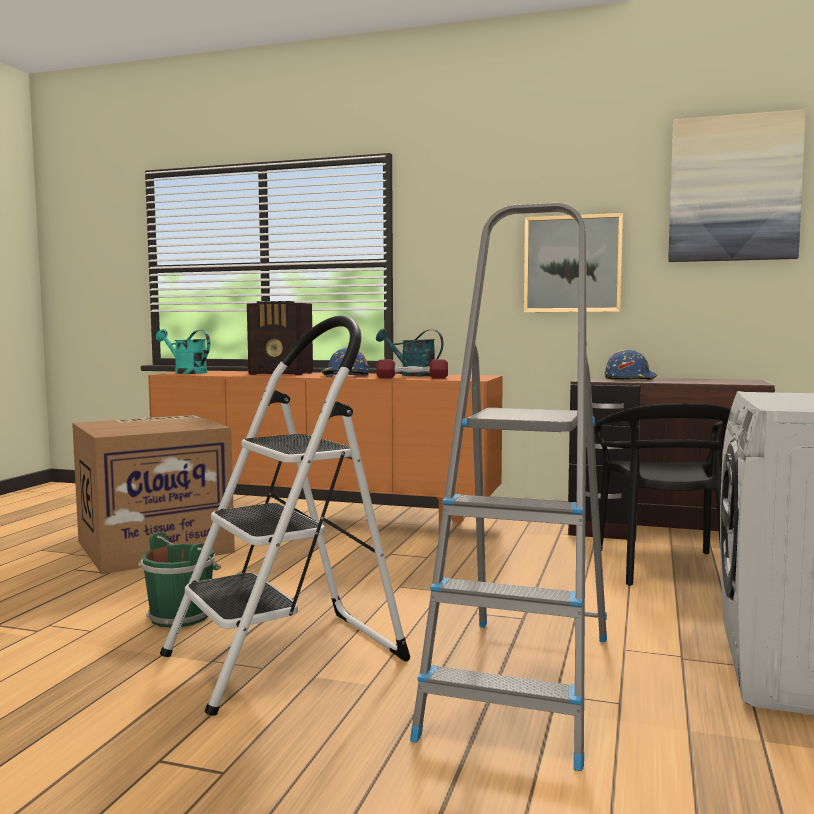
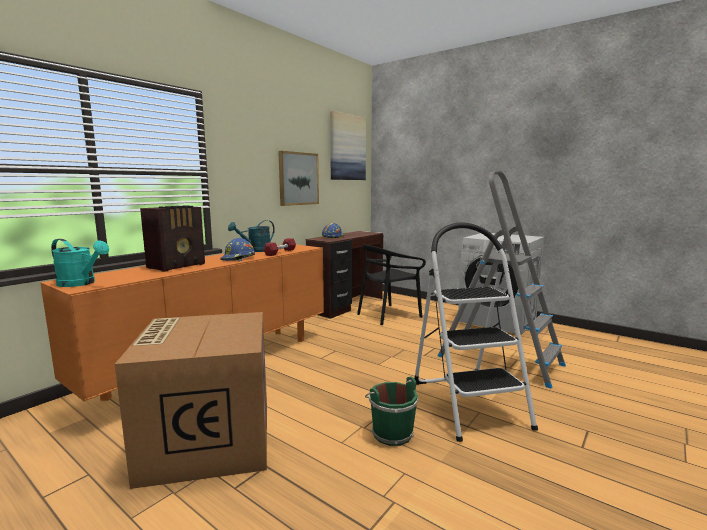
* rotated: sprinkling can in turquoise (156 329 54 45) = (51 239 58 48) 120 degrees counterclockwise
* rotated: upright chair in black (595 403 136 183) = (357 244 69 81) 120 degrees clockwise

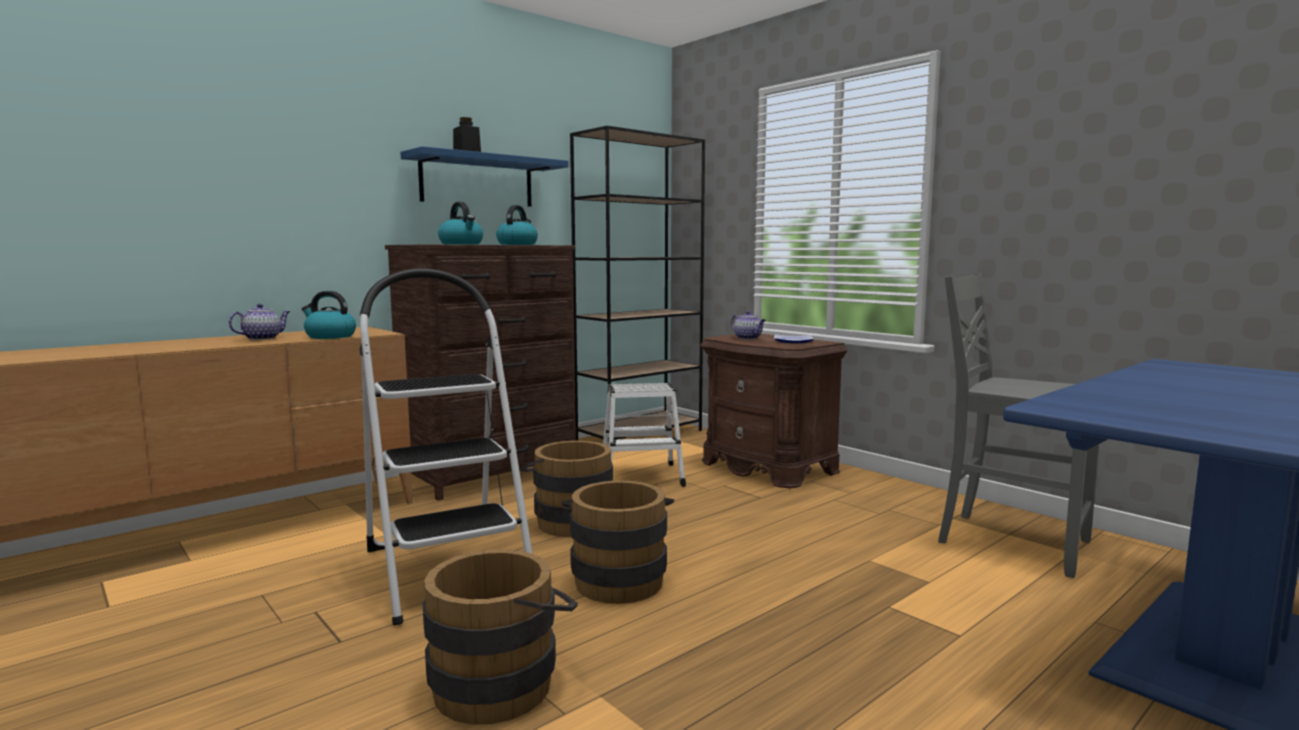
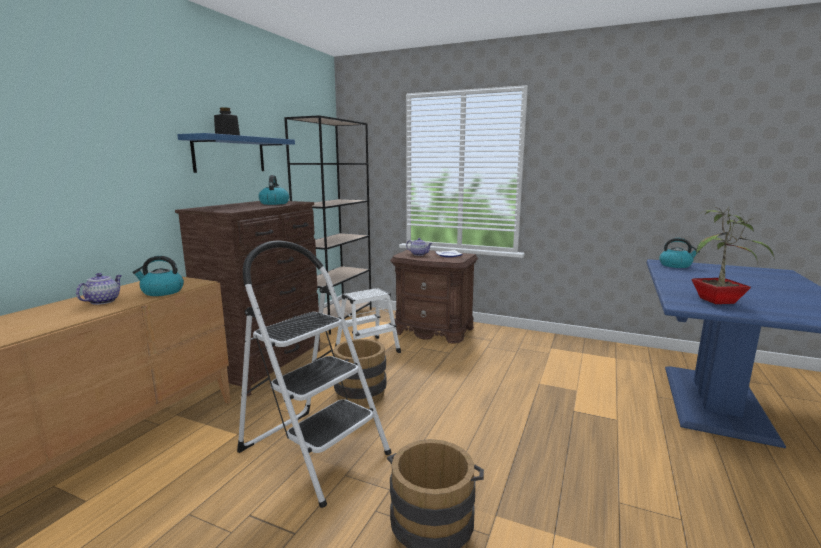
* shifted: kettle (438 202 45 43) to (659 238 41 30)
* new: potted plant (692 207 83 97)
* gone: water bucket in brown-coloured (561 480 113 124)
* gone: upright chair in grey (938 273 161 305)

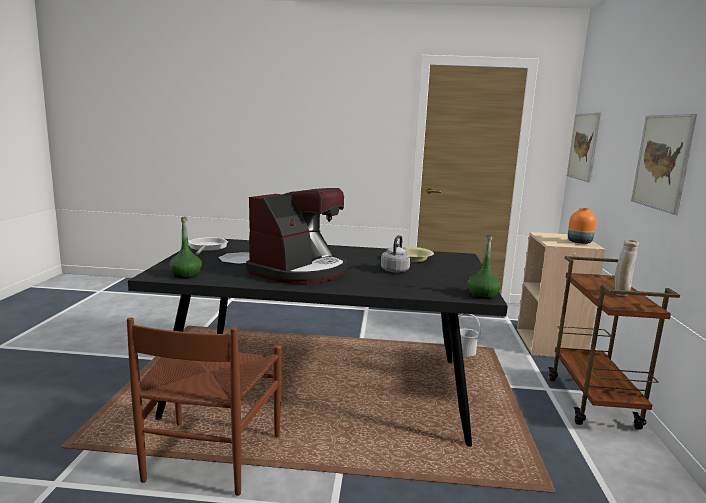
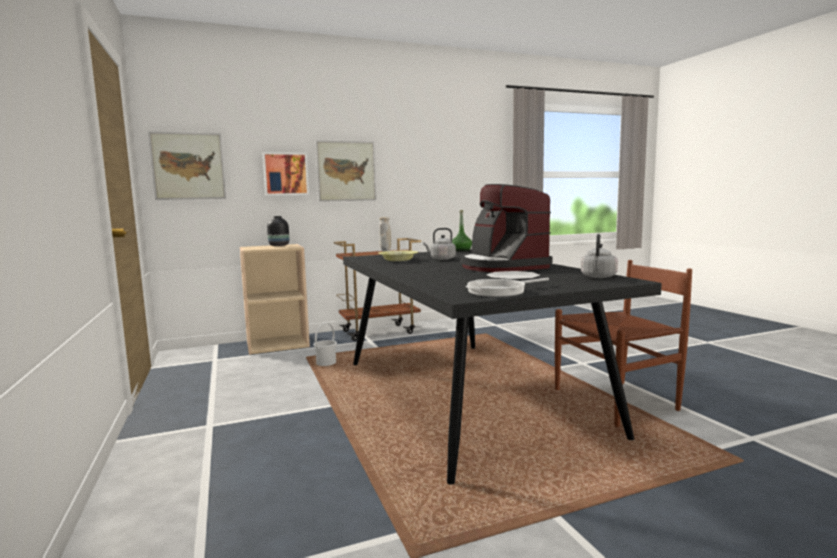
* new: wall art (262 152 47 44)
* repainted: flower vase in orangey (568 208 28 36) to flower vase in black (267 216 22 30)
* rotated: coffee machine (246 188 101 96) = (460 184 93 88) 120 degrees counterclockwise
* swapped: bottle in greenish (169 217 33 61) to kettle in grey (581 234 37 44)

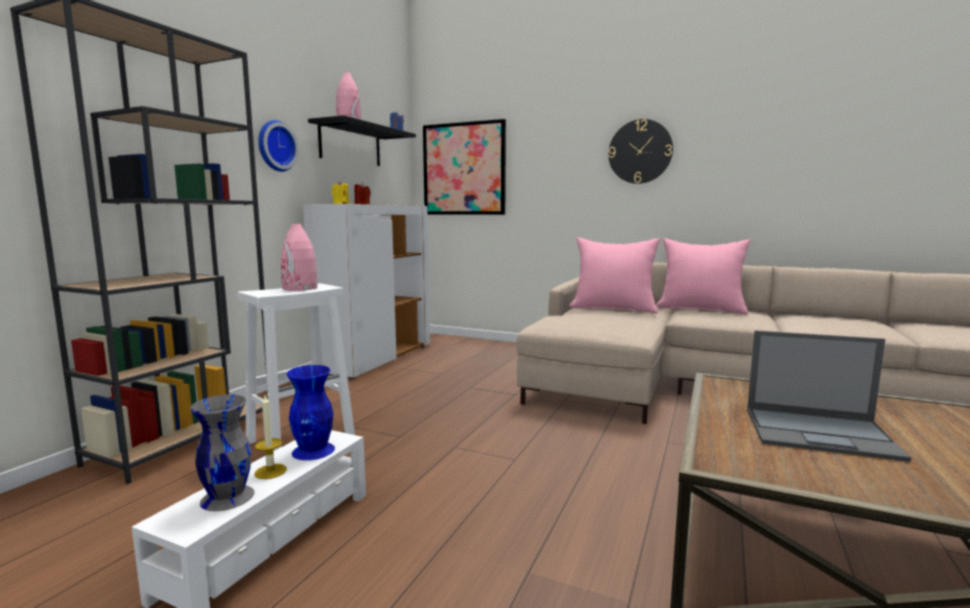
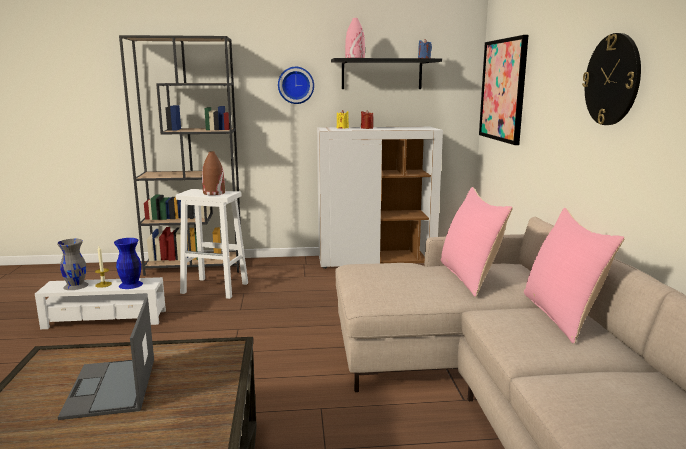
* repainted: flower vase in pinkish (281 224 36 67) to flower vase in brown-coloured (202 151 23 44)

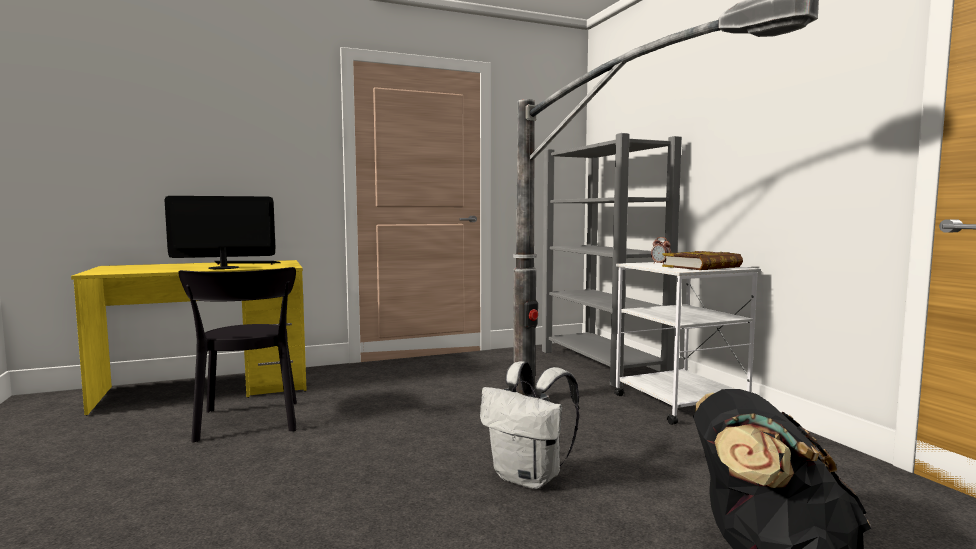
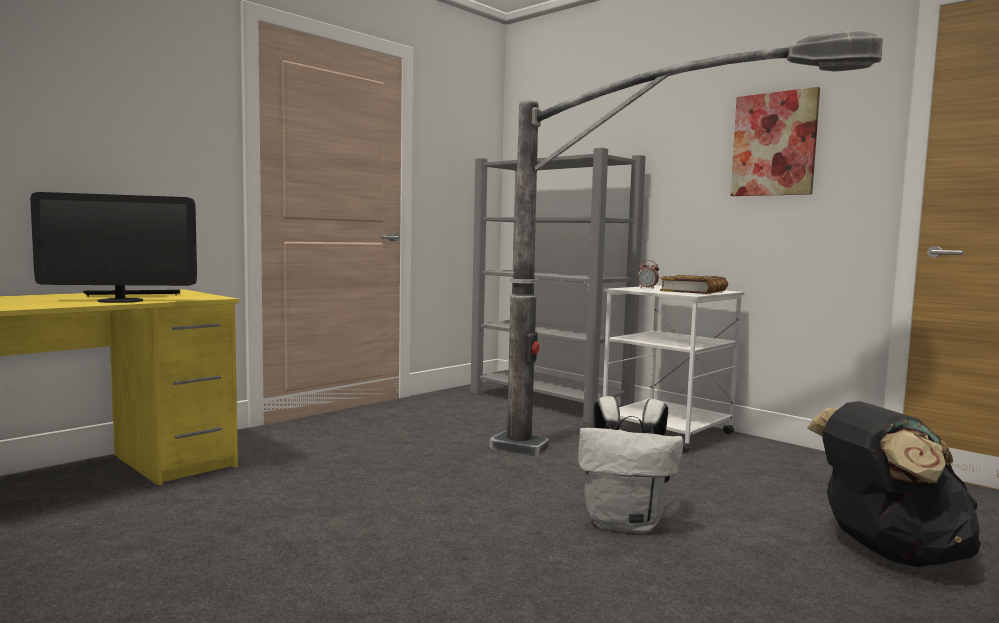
* rotated: computer display (165 196 110 73) = (30 192 167 111) 150 degrees counterclockwise
* new: wall art (731 87 89 109)
* gone: upright chair in black (178 267 119 176)

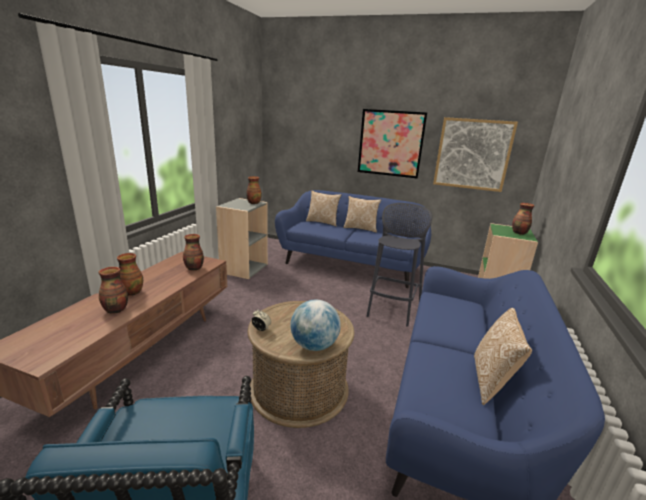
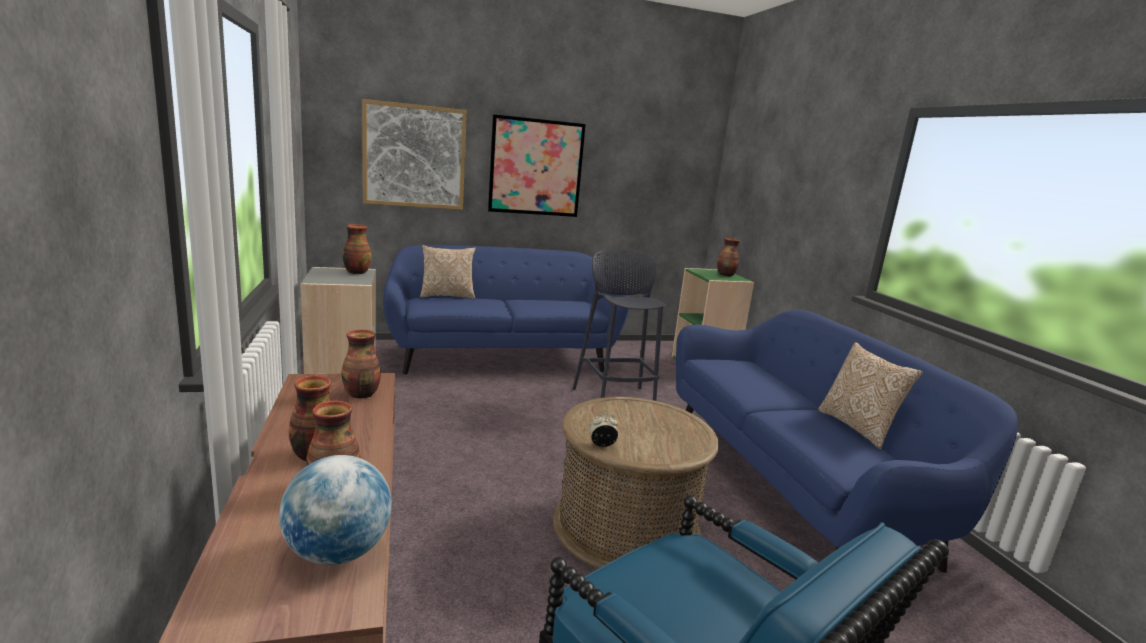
* shifted: desk globe (290 300 51 51) to (279 455 113 110)
* shifted: wall art (433 117 85 75) to (362 99 105 111)
* gone: pillow (343 196 38 37)

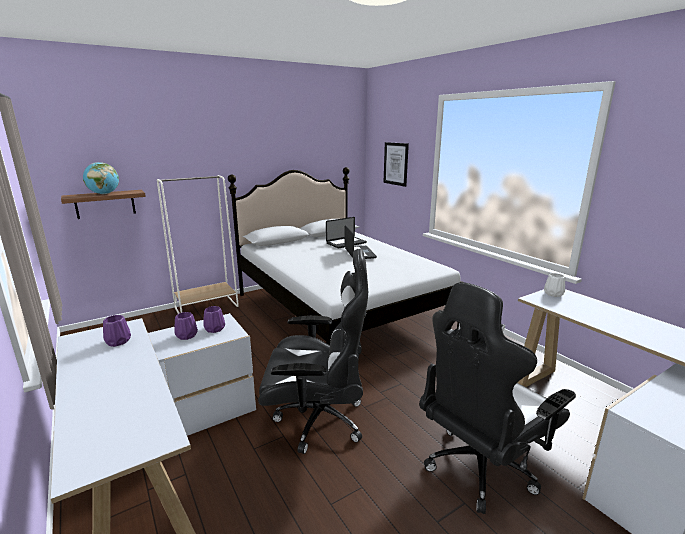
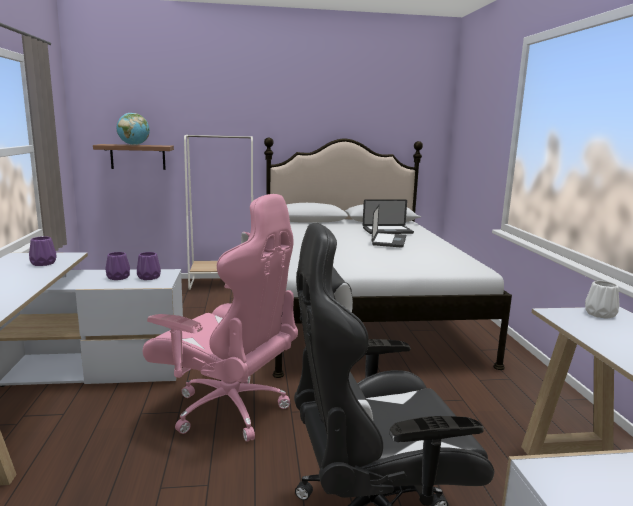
* repainted: computer chair in black (258 249 110 205) to computer chair in pinkish (143 194 155 248)
* gone: wall art (383 142 26 45)

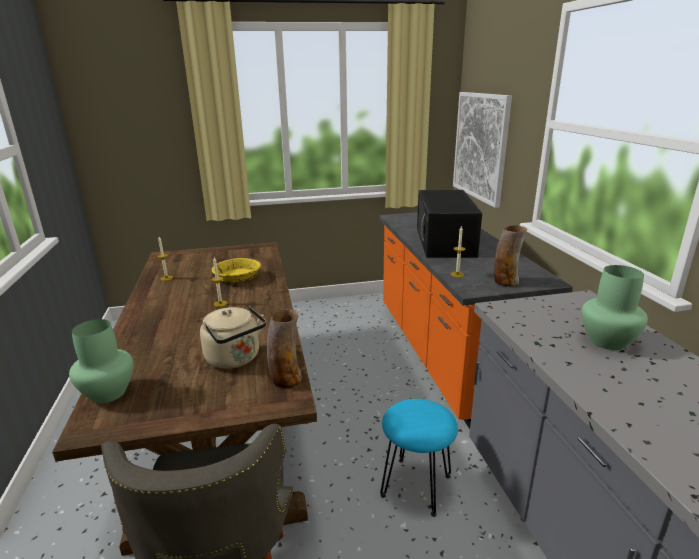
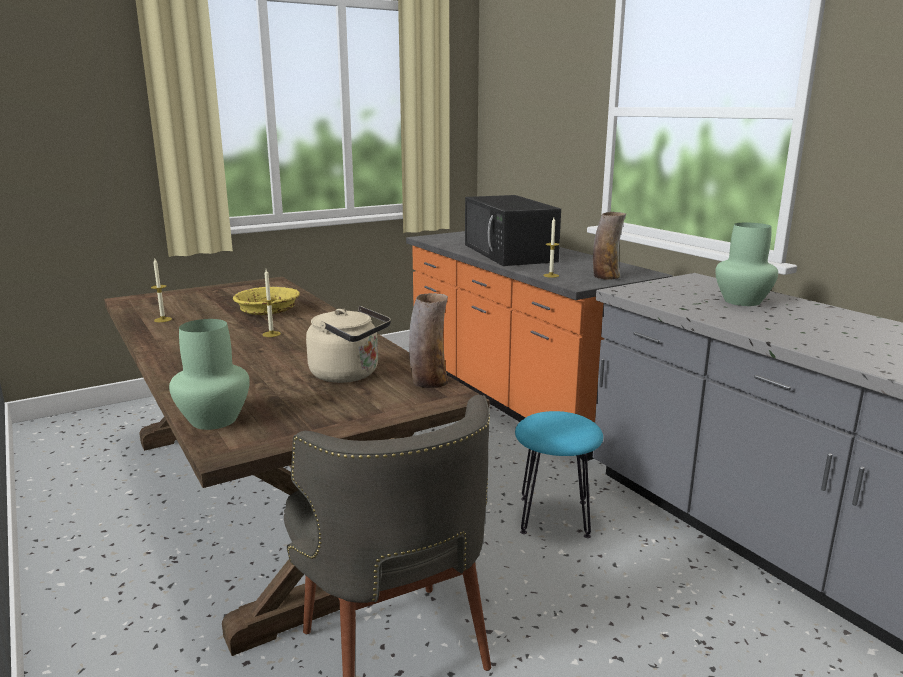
* gone: wall art (453 92 59 116)

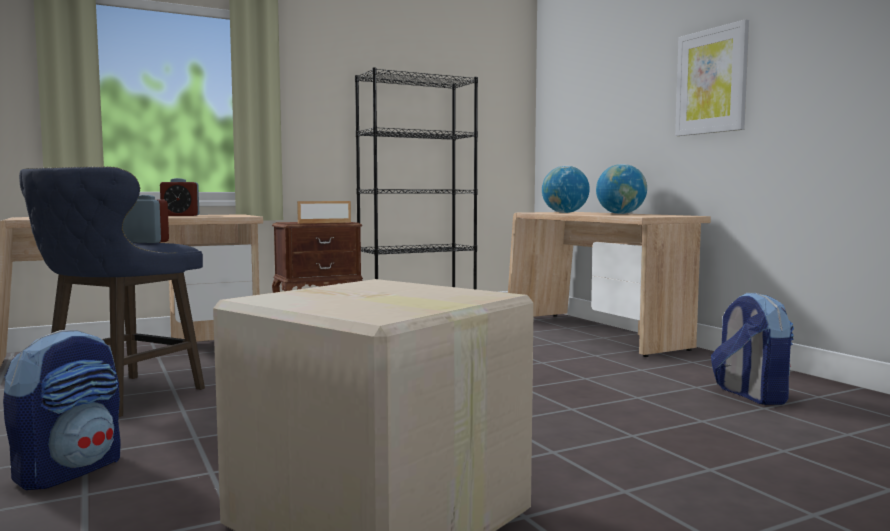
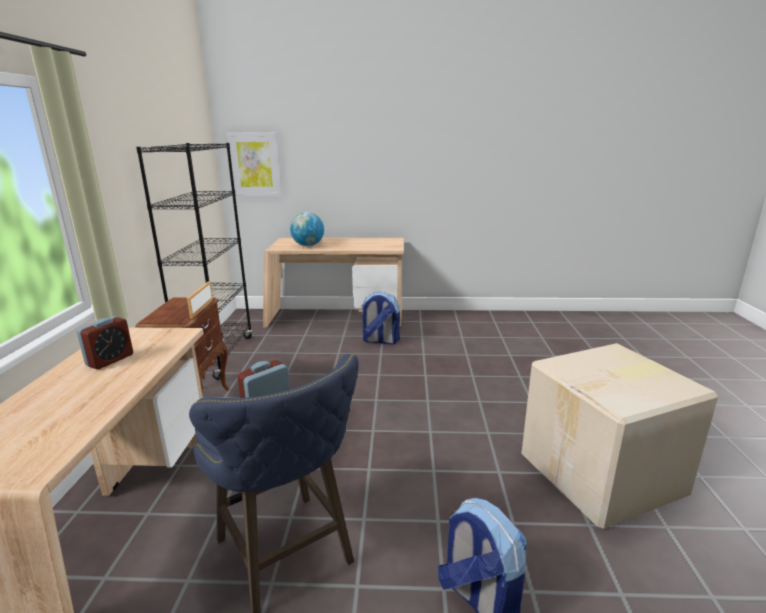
* shifted: wall art (675 19 74 117) to (227 132 55 64)
* shifted: rucksack (711 292 83 113) to (361 292 39 53)
* gone: desk globe (596 164 51 50)

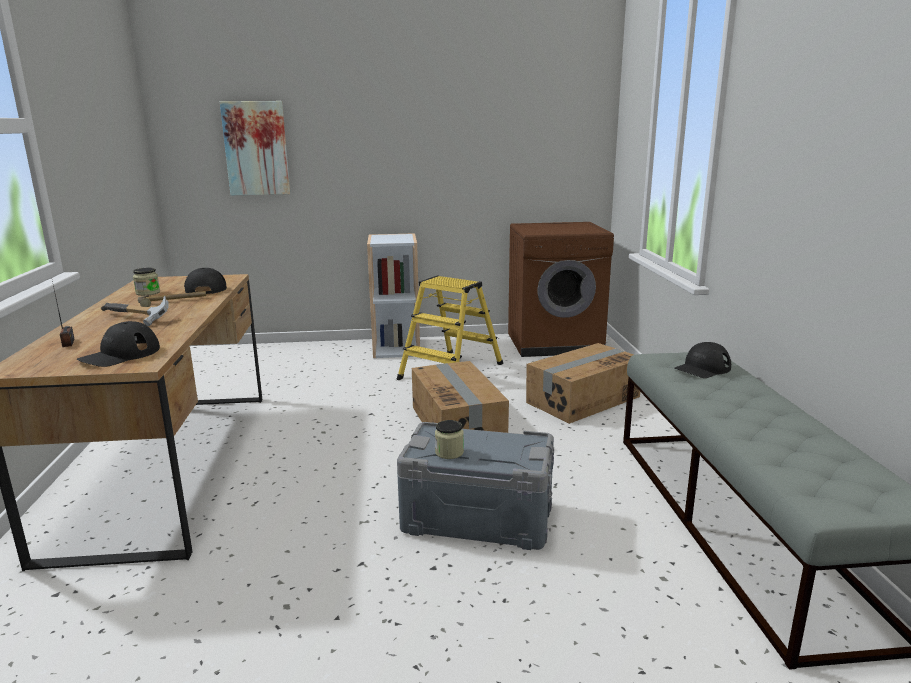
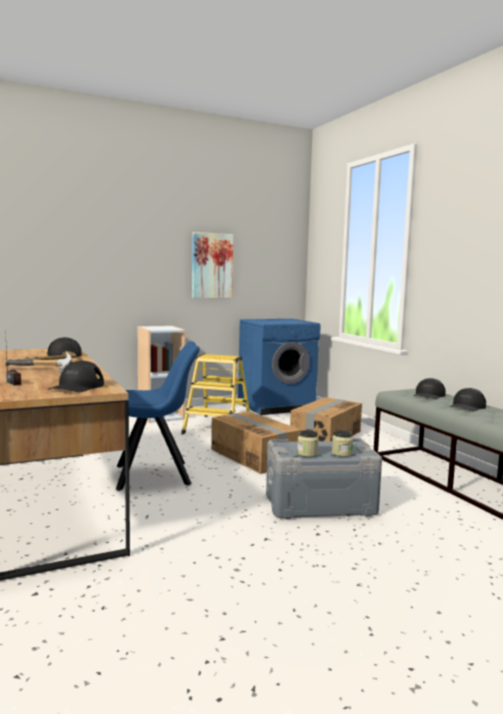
* new: upright chair in bluish (116 341 84 150)
* shifted: wall art (220 101 70 94) to (192 232 41 66)
* repainted: laundry machine in brown-coloured (508 222 106 135) to laundry machine in bluish (238 319 82 96)
* shifted: preserve jar (133 268 27 28) to (331 430 22 27)
* new: baseball cap in black (449 388 37 23)

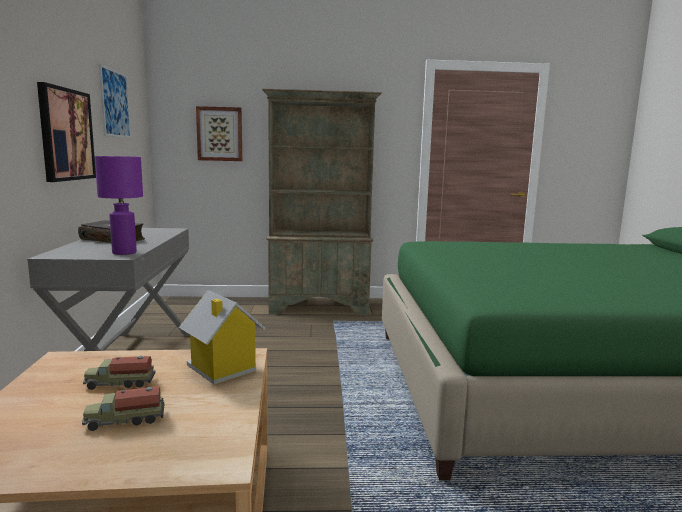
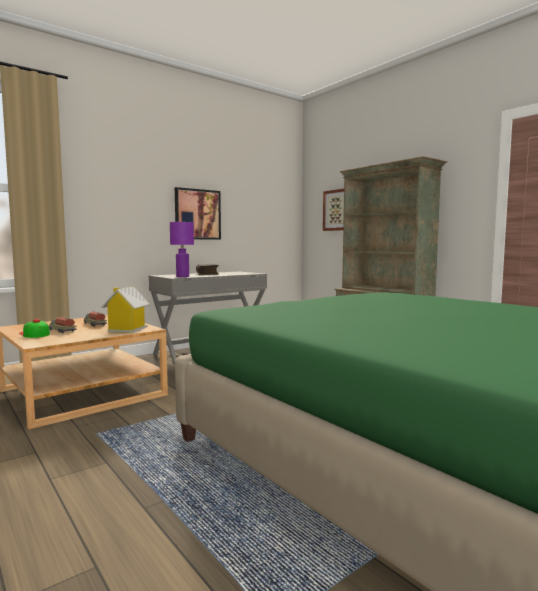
* new: baseball cap (19 319 31 19)
* gone: wall art (99 64 32 74)

